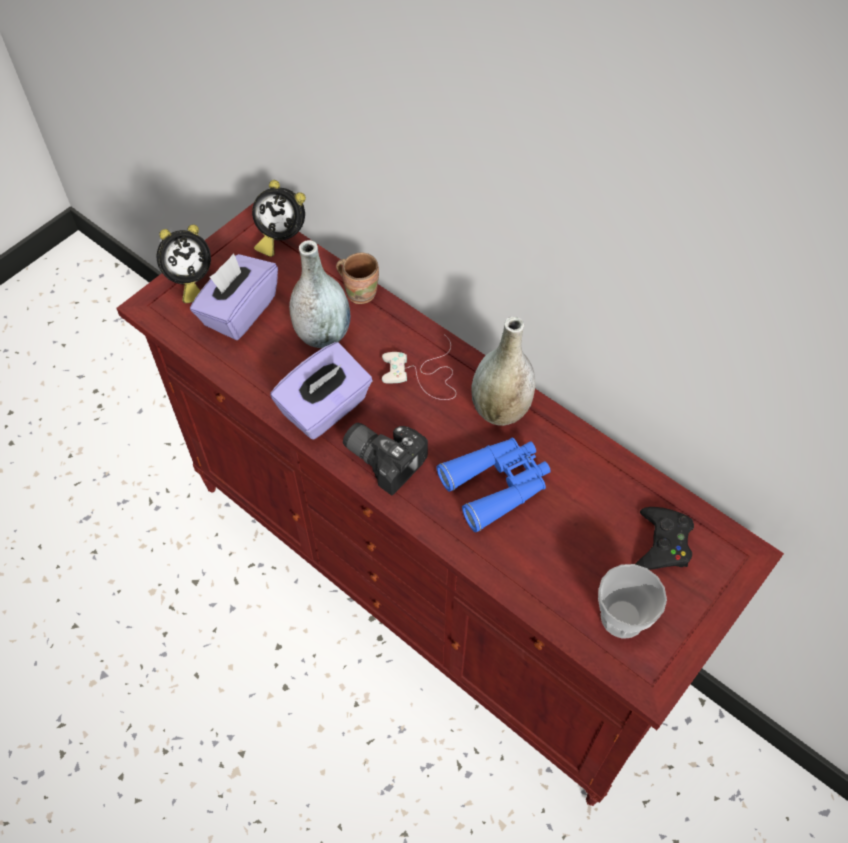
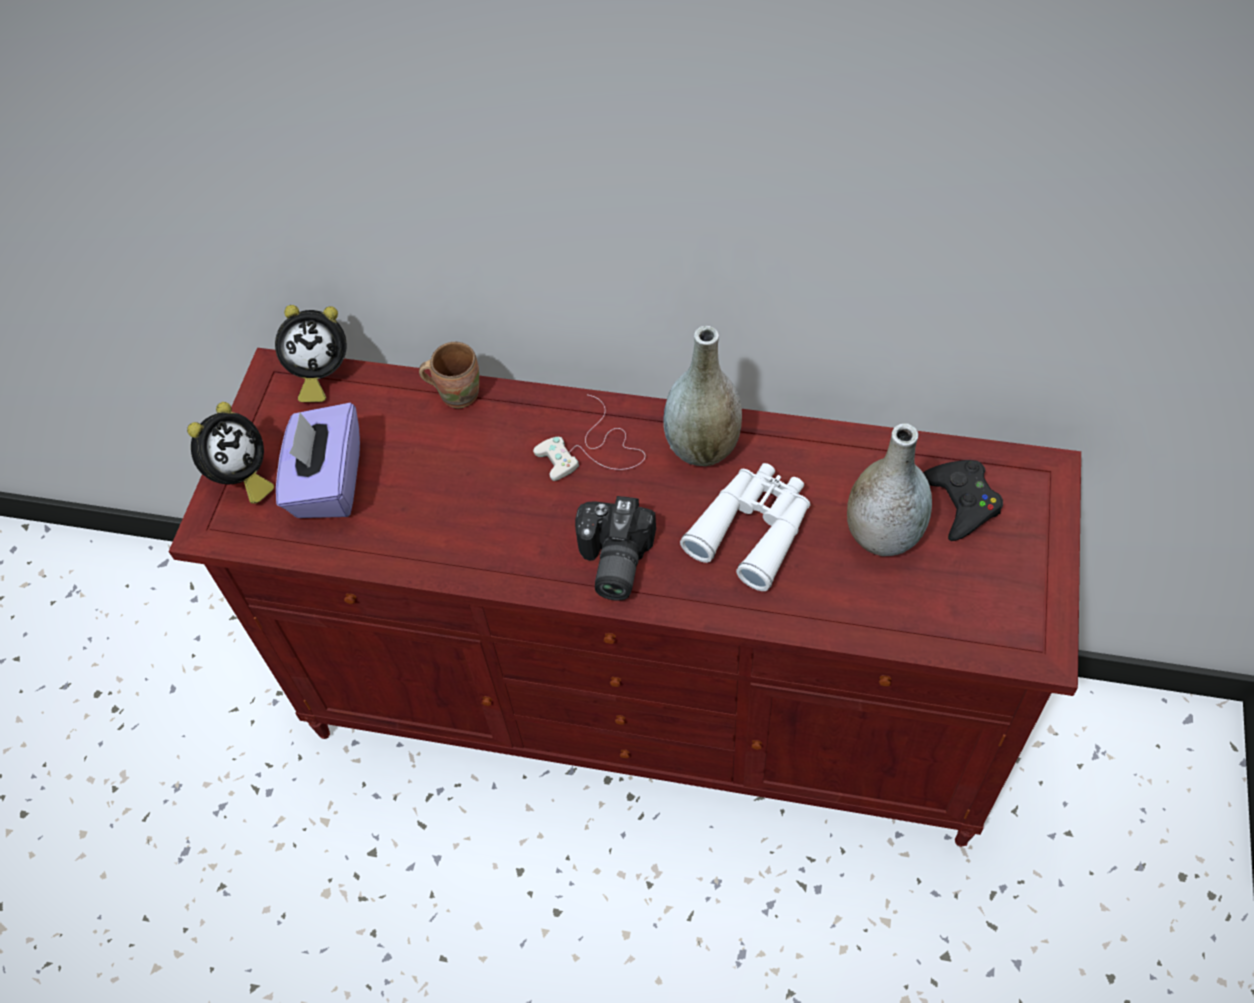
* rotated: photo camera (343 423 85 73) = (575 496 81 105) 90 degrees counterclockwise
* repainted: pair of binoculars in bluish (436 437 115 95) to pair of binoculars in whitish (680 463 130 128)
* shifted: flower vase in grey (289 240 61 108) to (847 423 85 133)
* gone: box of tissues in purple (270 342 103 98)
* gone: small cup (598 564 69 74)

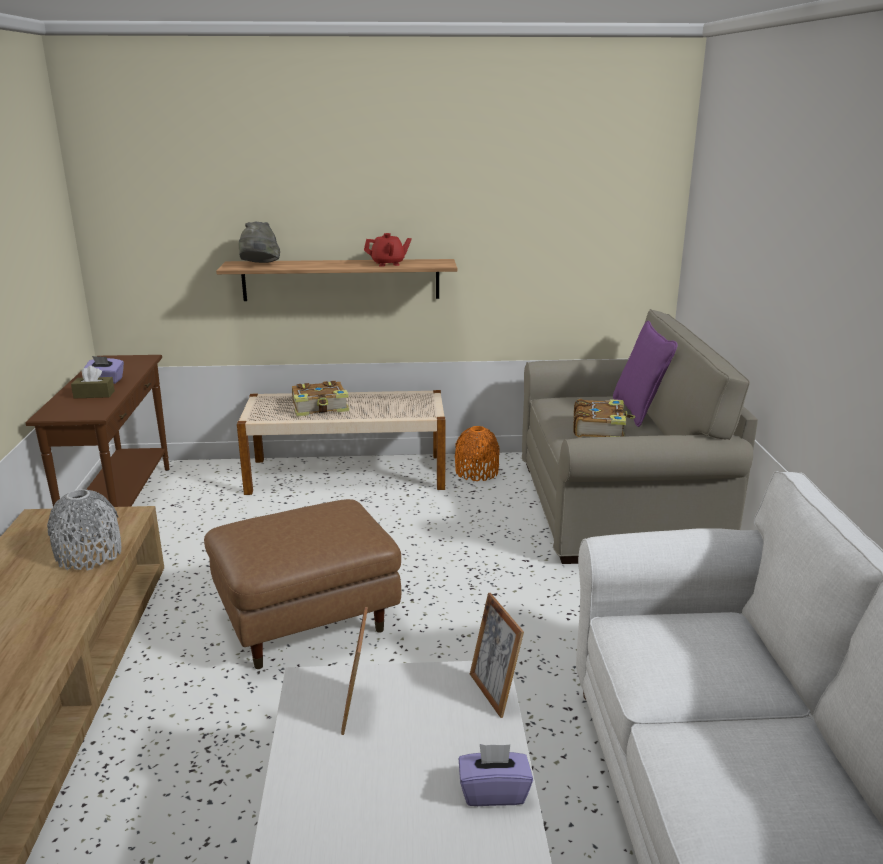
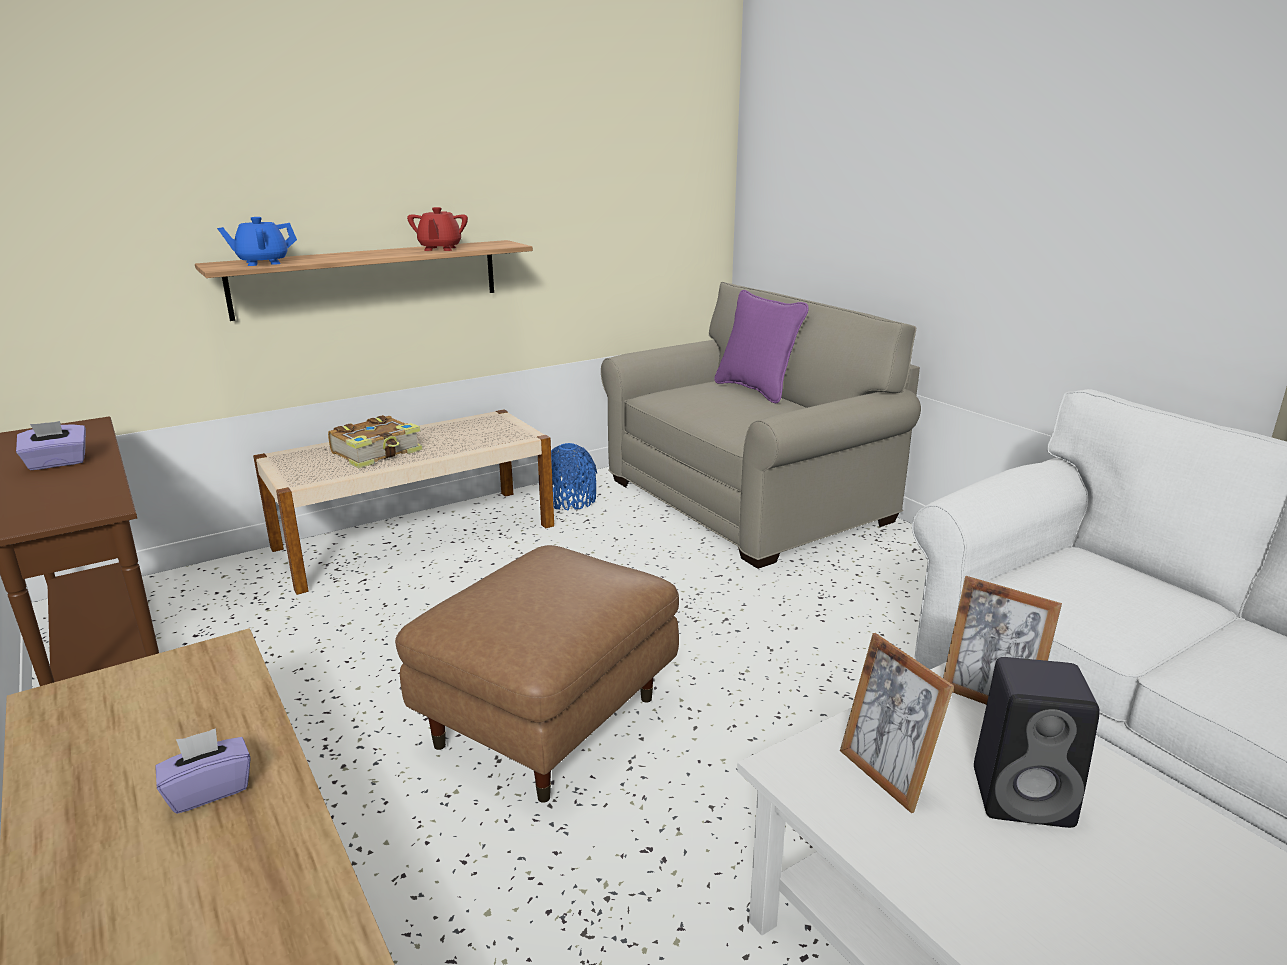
* shifted: box of tissues in purple (459 744 74 62) to (155 728 96 86)
* swapped: hat in grey (239 222 41 41) to teapot in bluish (217 217 80 49)
* rotated: teapot in reddish (364 233 48 34) = (407 207 61 44) 135 degrees clockwise
* repainted: flower vase in orangey (455 426 45 55) to flower vase in bluish (551 443 46 67)
* new: audio speaker in black (974 657 126 171)
* gone: flower vase in grey (47 489 74 81)
* gone: box of tissues in brown-coloured (71 366 44 32)
* gone: volume (573 399 62 38)

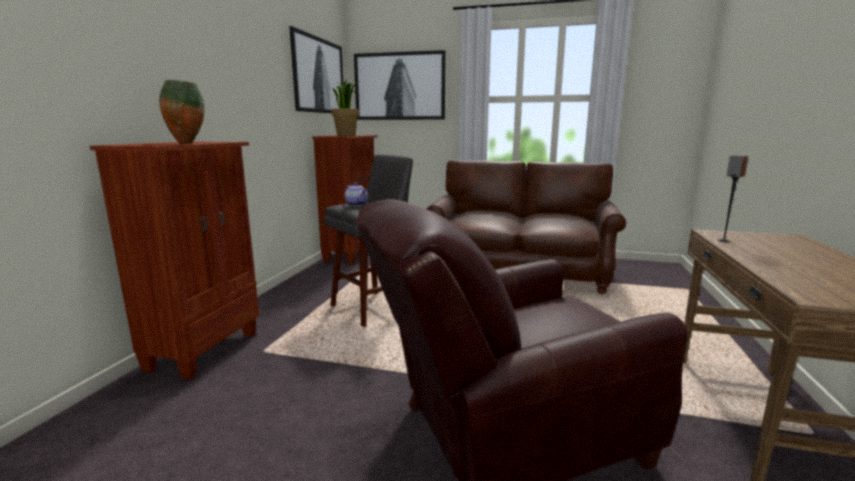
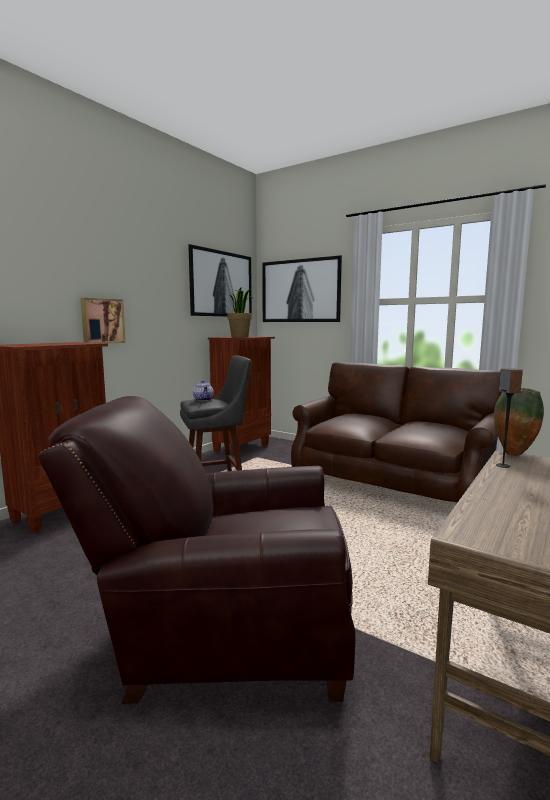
* new: wall art (80 298 46 46)
* shifted: flower vase (159 80 45 64) to (494 388 50 68)

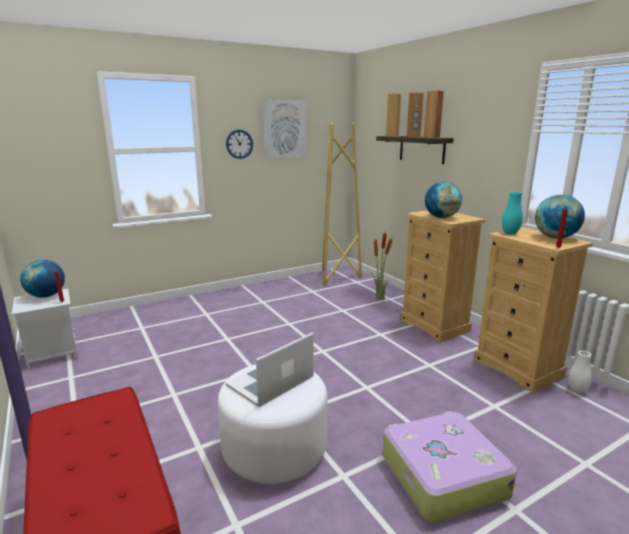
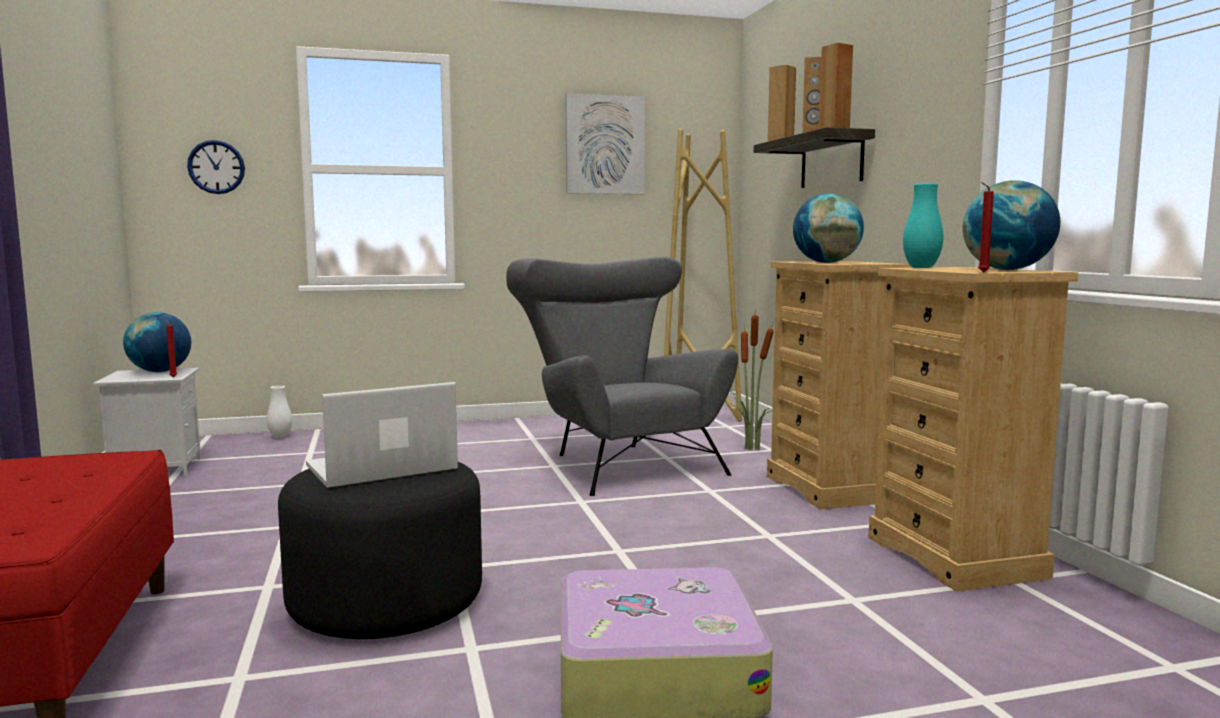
* shifted: wall clock (226 129 27 30) to (187 140 58 54)
* shifted: flower vase in whitish (568 351 24 42) to (267 386 25 52)
* repainted: footrest in whitish (218 364 109 120) to footrest in black (278 462 204 177)
* new: easy chair in grey (506 257 232 239)

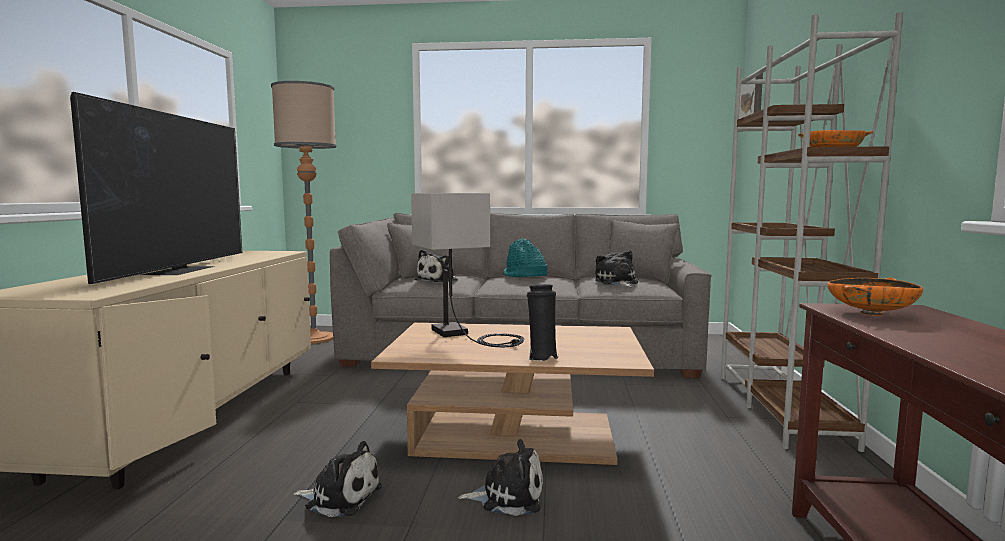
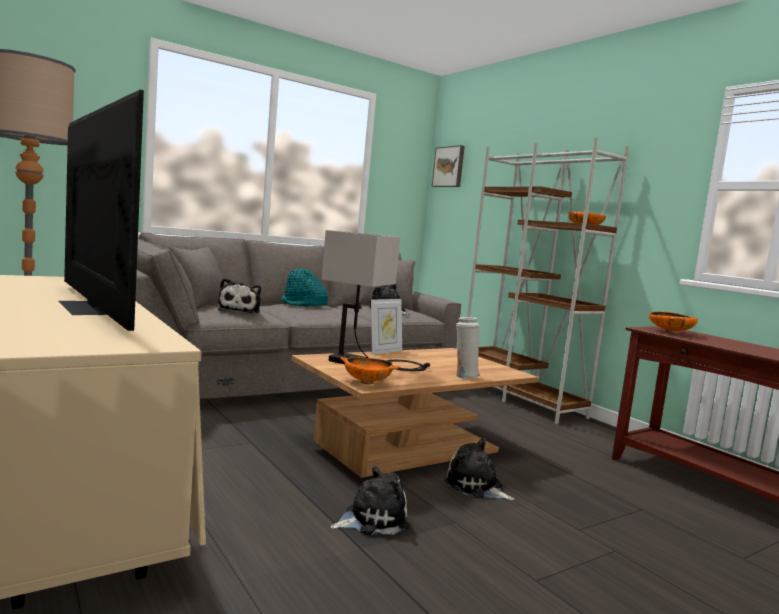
* new: deep dish in orangey (341 357 58 27)
* new: standing frame (371 299 31 55)
* rotated: soft toy (458 439 85 77) = (444 438 70 62) 105 degrees counterclockwise
* repainted: flower vase in black (527 284 32 77) to flower vase in whitish (456 317 24 62)

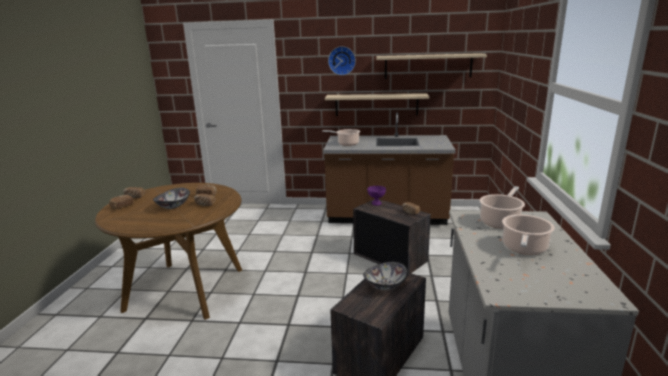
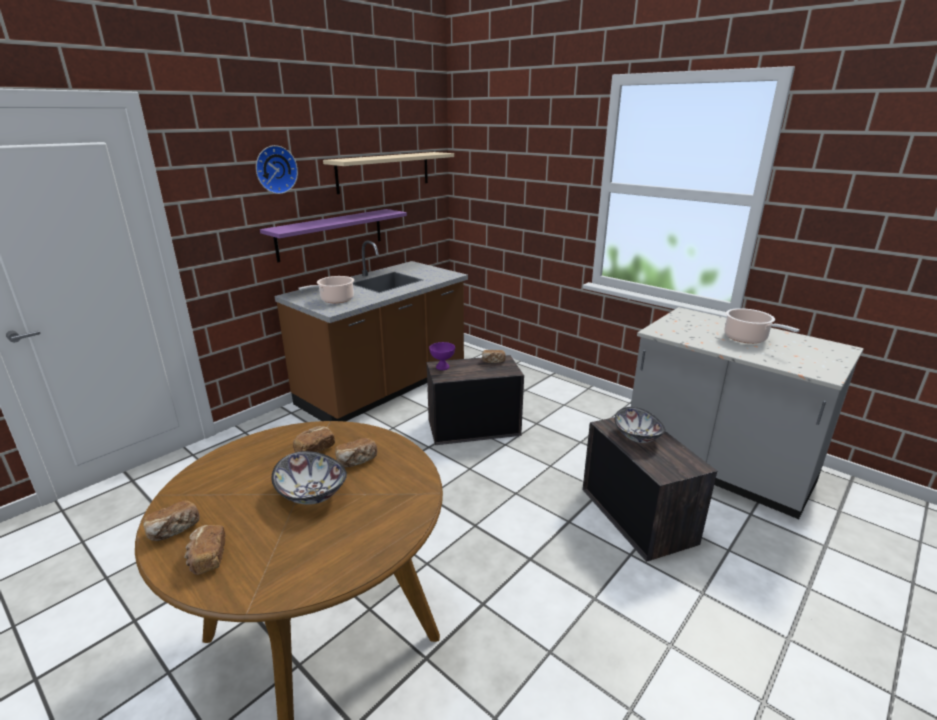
* repainted: shelf in beige-coloured (325 93 104 23) to shelf in purple (260 209 147 53)
* gone: stockpot (479 186 46 43)

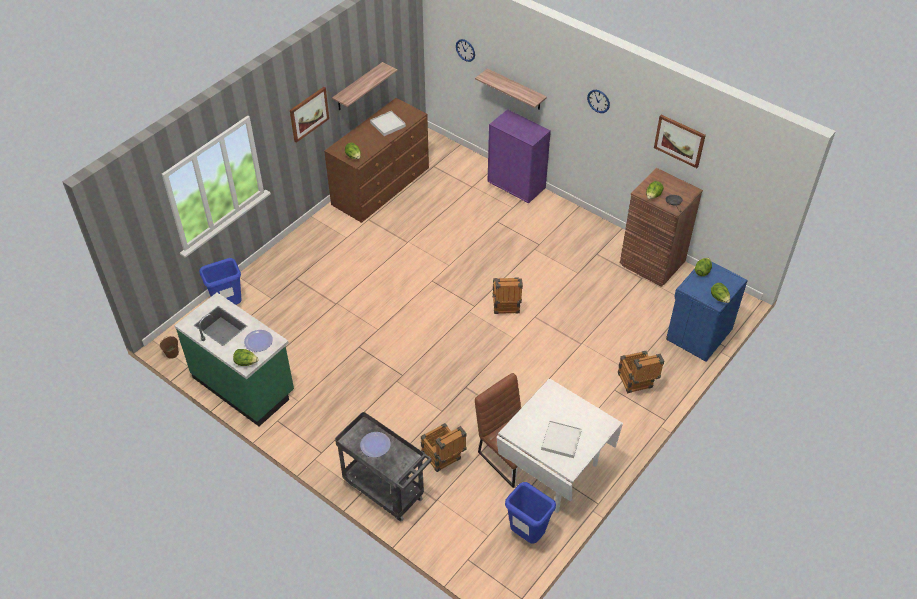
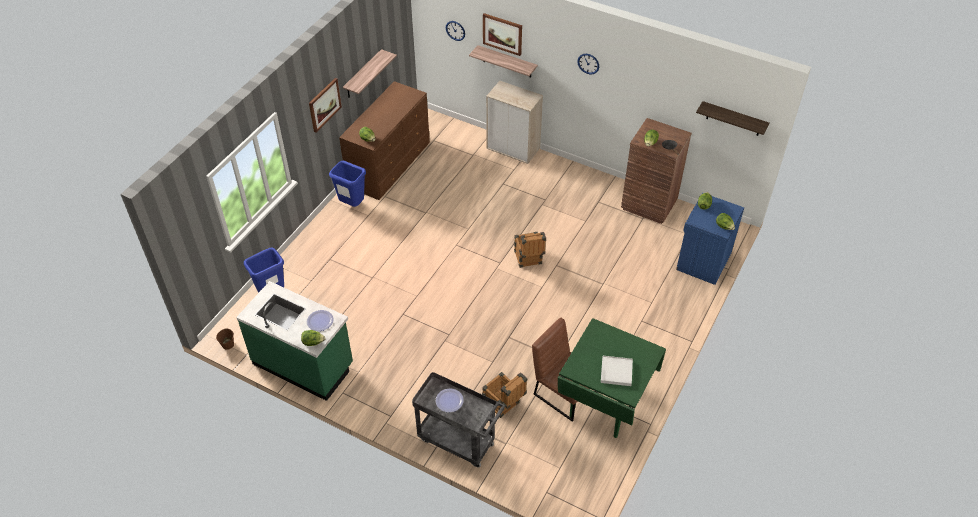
* shifted: waste bin in bluish (505 482 51 62) to (329 161 37 46)
* shifted: wall art (654 115 52 53) to (483 13 39 43)
* repainted: cupboard in purple (487 109 64 94) to cupboard in beige-coloured (486 81 57 83)
* repainted: dining table in whitish (496 379 127 134) to dining table in greenish (558 318 108 120)
* new: shelf (696 101 73 35)
* gone: carrying tray in whitish (370 111 36 25)
* gone: shipping crate (618 351 46 43)

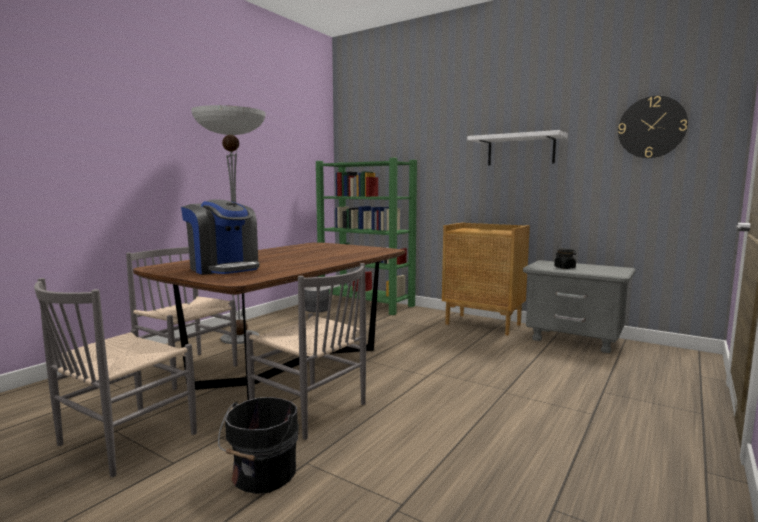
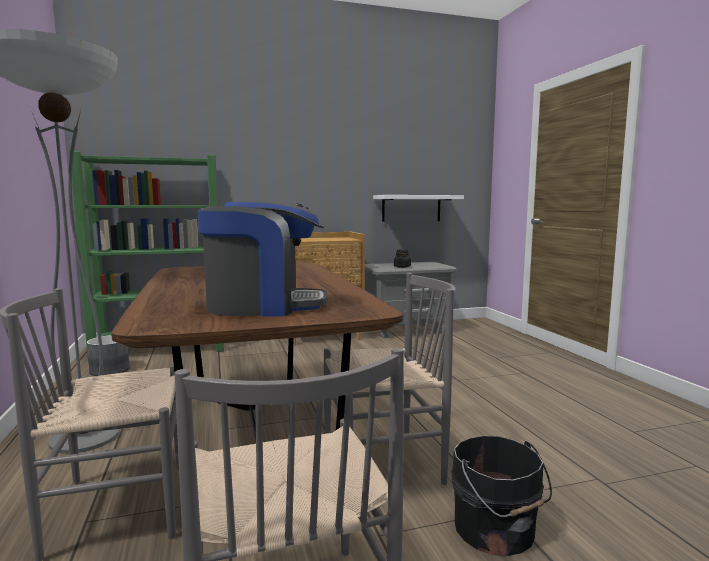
* shifted: shelf in whitish (467 130 101 35) to (373 195 91 27)
* gone: wall clock (618 96 70 62)

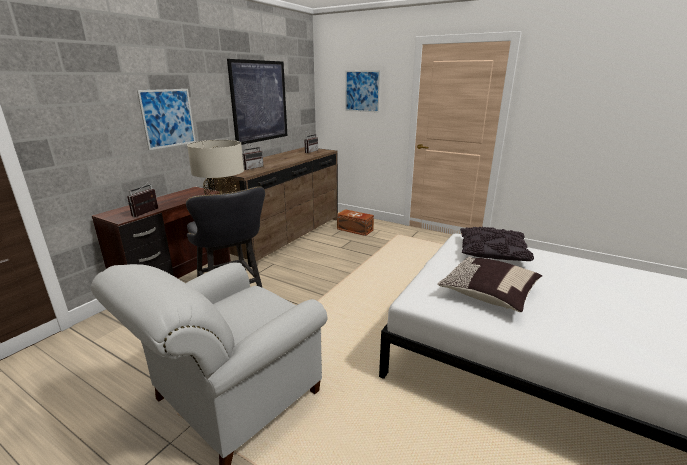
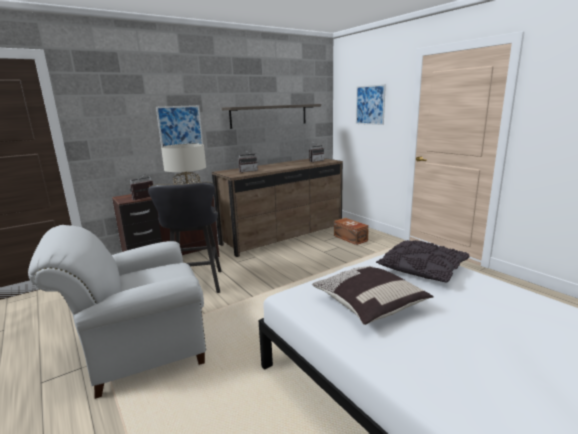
* swapped: wall art (227 59 60 86) to shelf (222 104 99 25)

